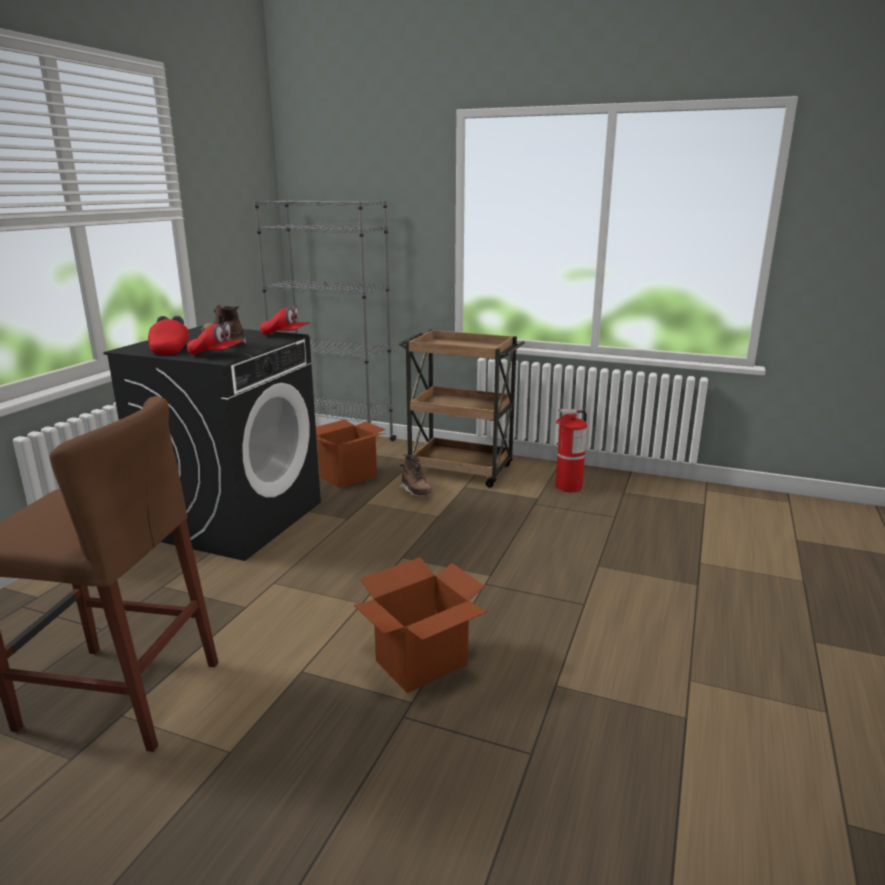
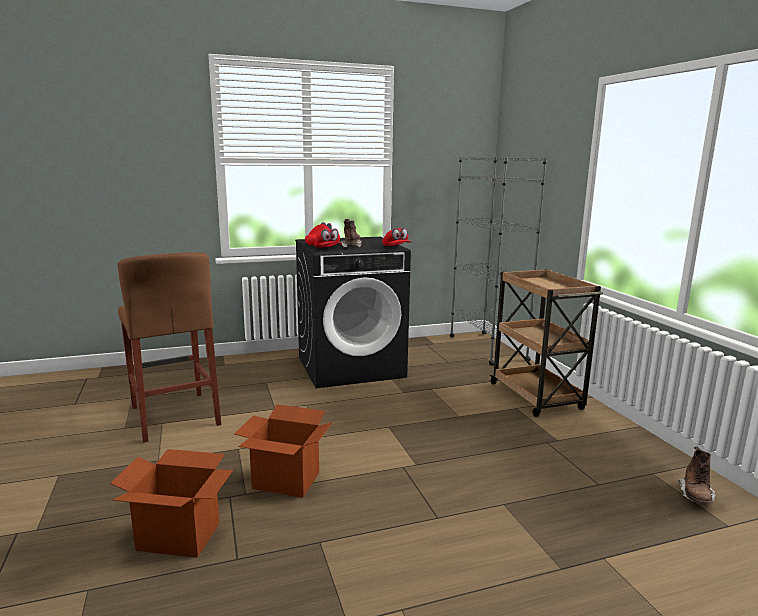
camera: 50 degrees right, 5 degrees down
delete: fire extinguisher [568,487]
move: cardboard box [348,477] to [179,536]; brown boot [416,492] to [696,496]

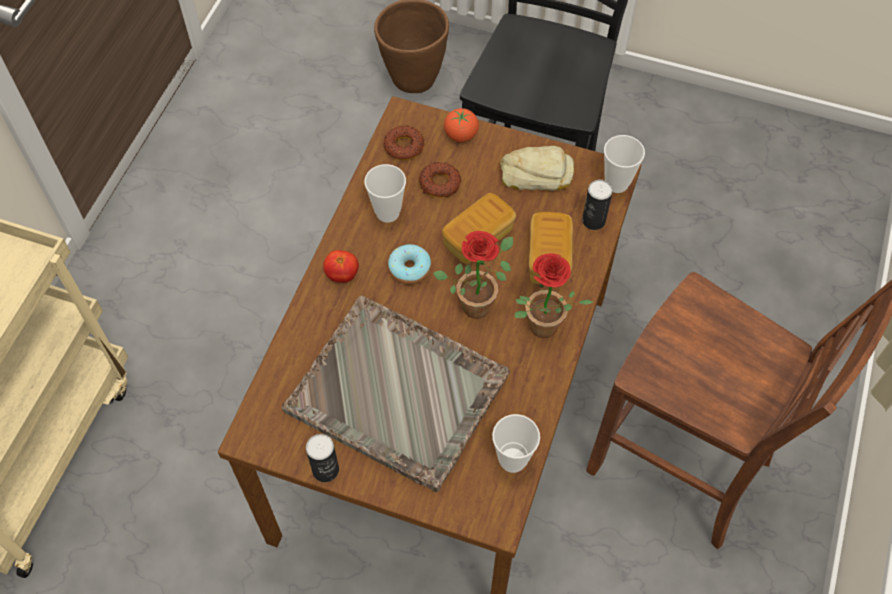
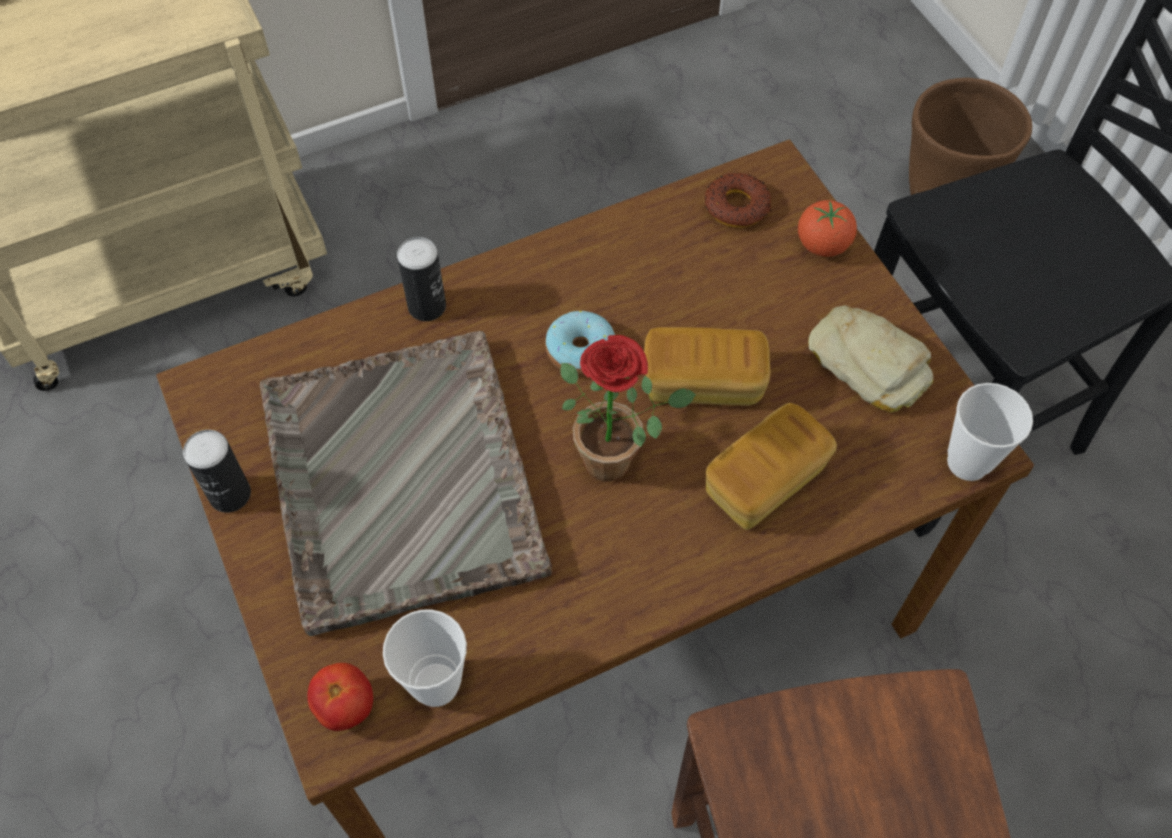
camera: 45 degrees right, 0 degrees up
delete: cup [387,213]; donut [440,183]; potted plant [541,331]
move: tomato [342,275] to [345,706]; can [593,220] to [427,306]

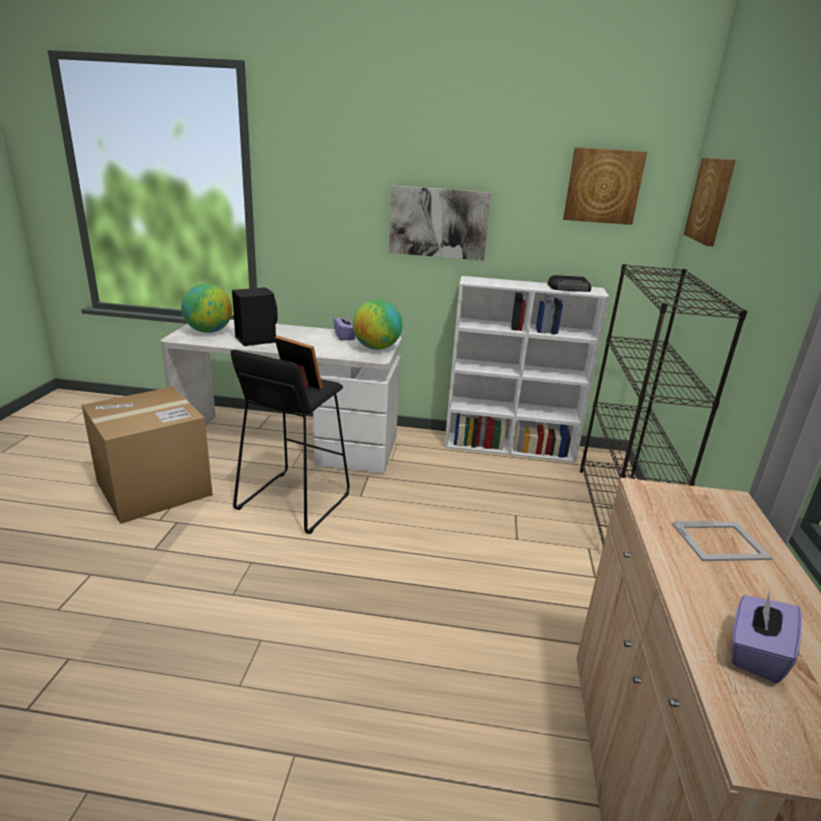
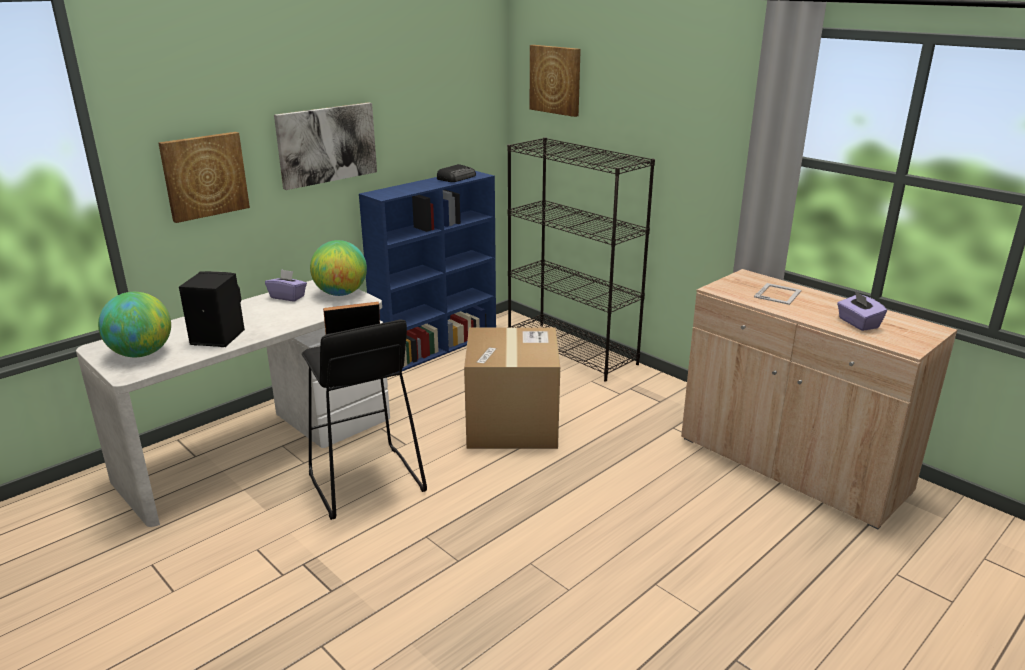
camera: 50 degrees left, 0 degrees up
move: cardboard box [154,488] to [512,424]; picture [603,186] to [204,176]
recolor: white bookcase [510,447] to blue bookcase [437,347]

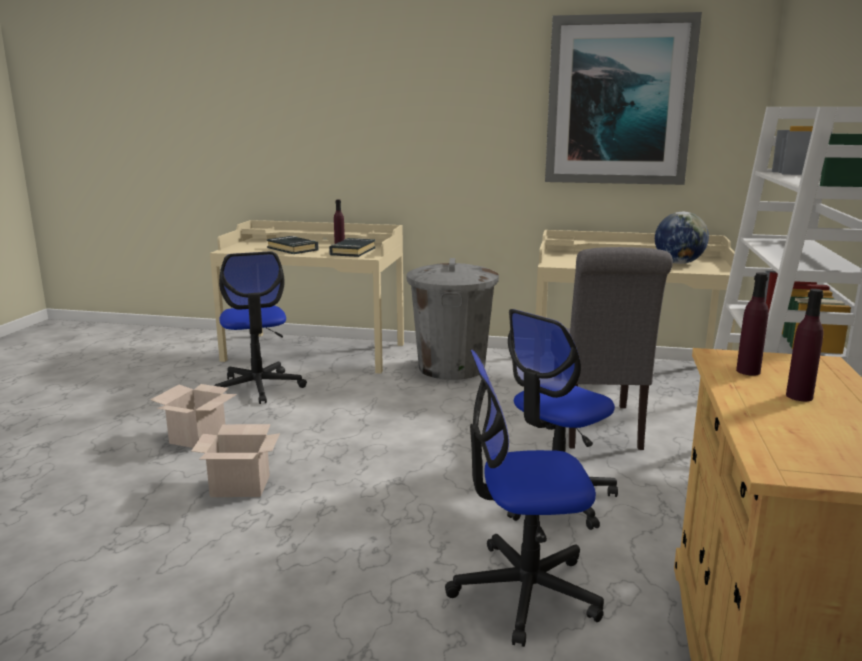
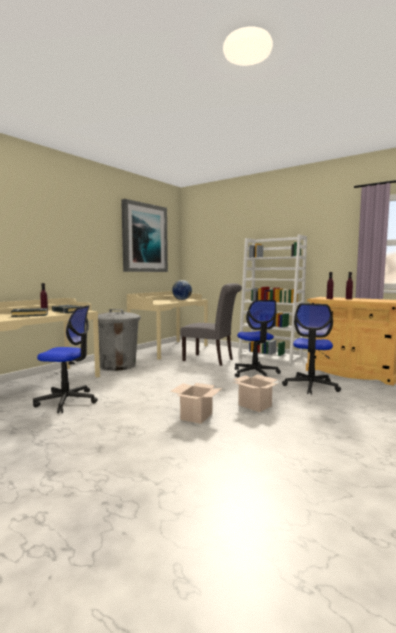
camera: 65 degrees left, 10 degrees down
move: cardboard box [198,438] to [255,405]

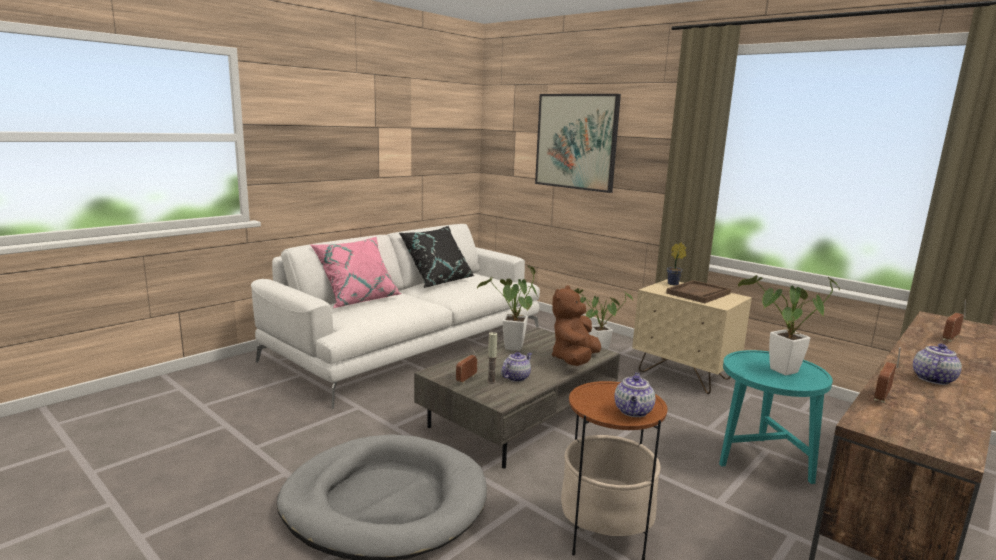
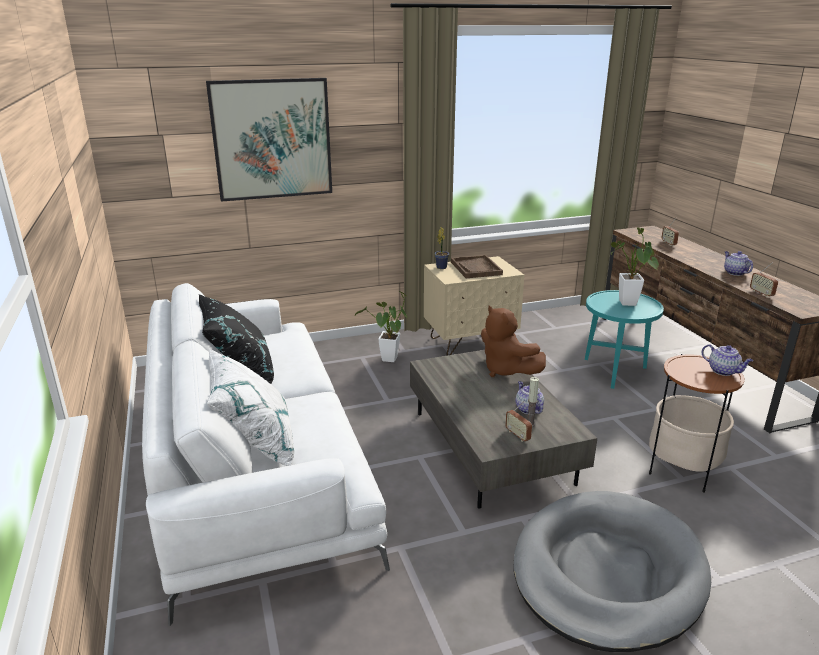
camera: 60 degrees left, 10 degrees up
delete: potted plant [512,349]
recolor: pink pillow [358,300] to white pillow [255,442]

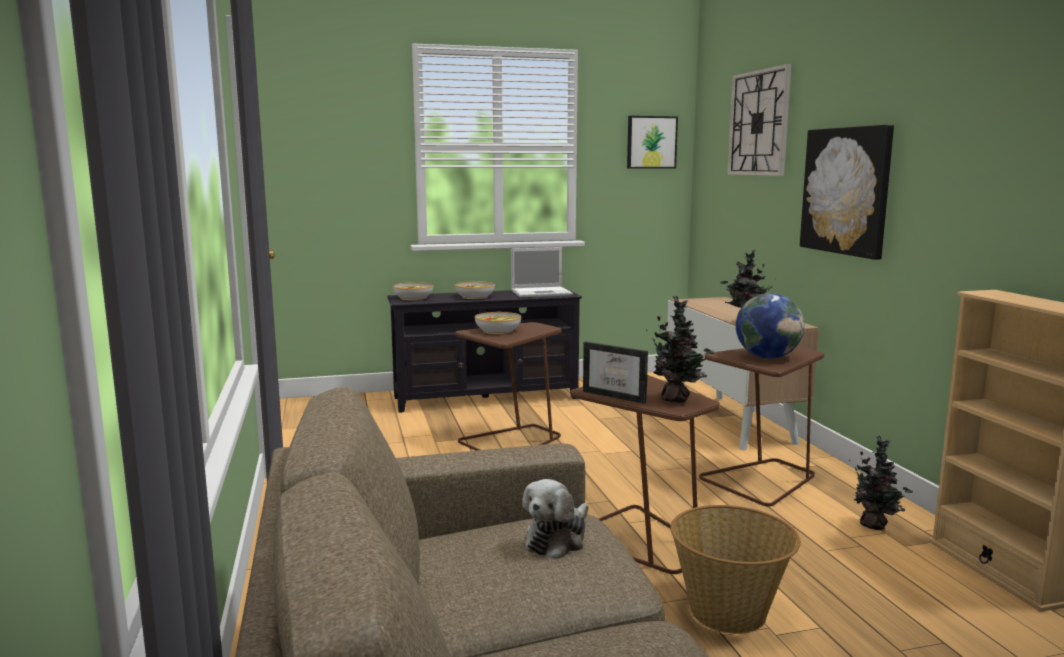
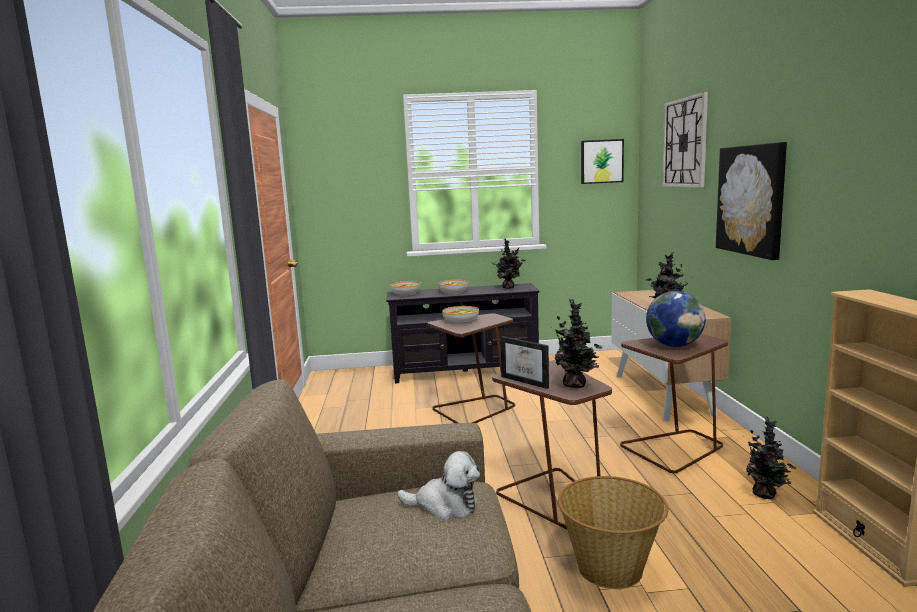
camera: 10 degrees right, 0 degrees up
replace: laptop [542,292] to potted plant [509,287]
rotate: plush toy [557,539] = [445,506] 120 degrees counterclockwise

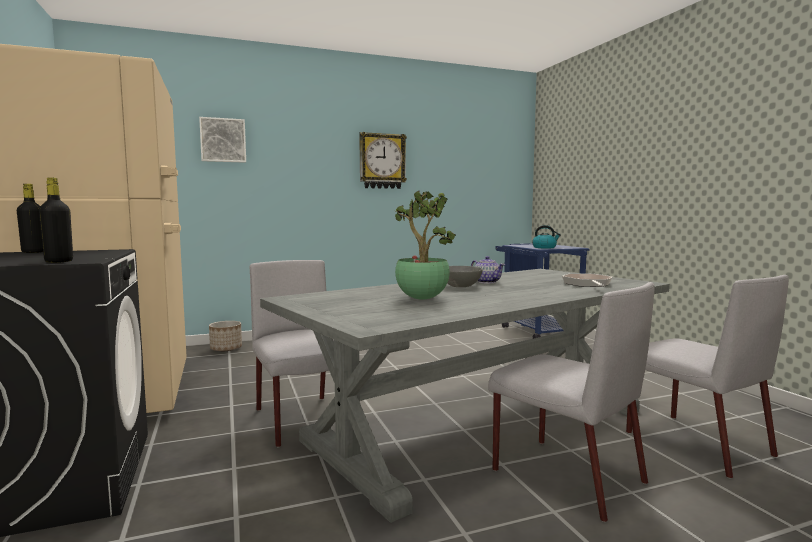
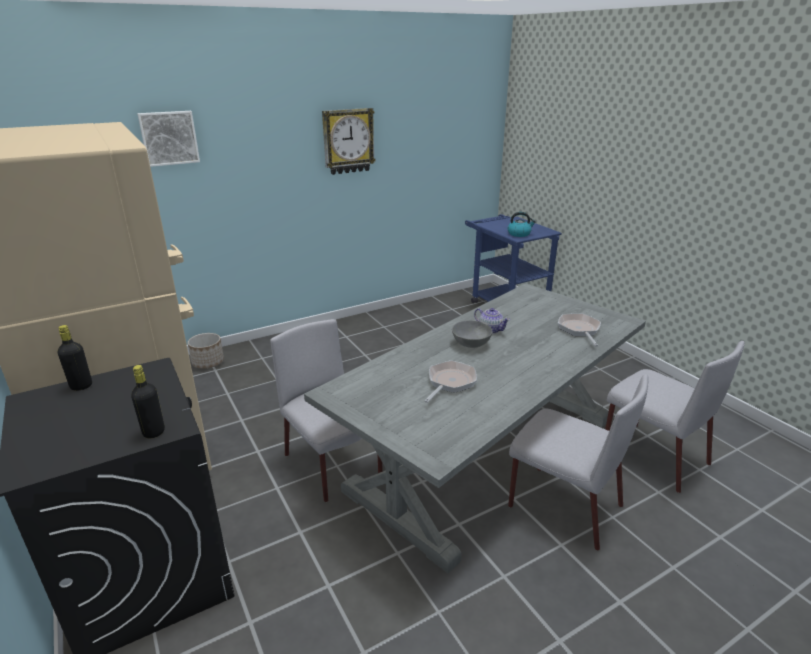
camera: 10 degrees left, 20 degrees up
replace: potted plant [420,298] to frying pan [450,382]

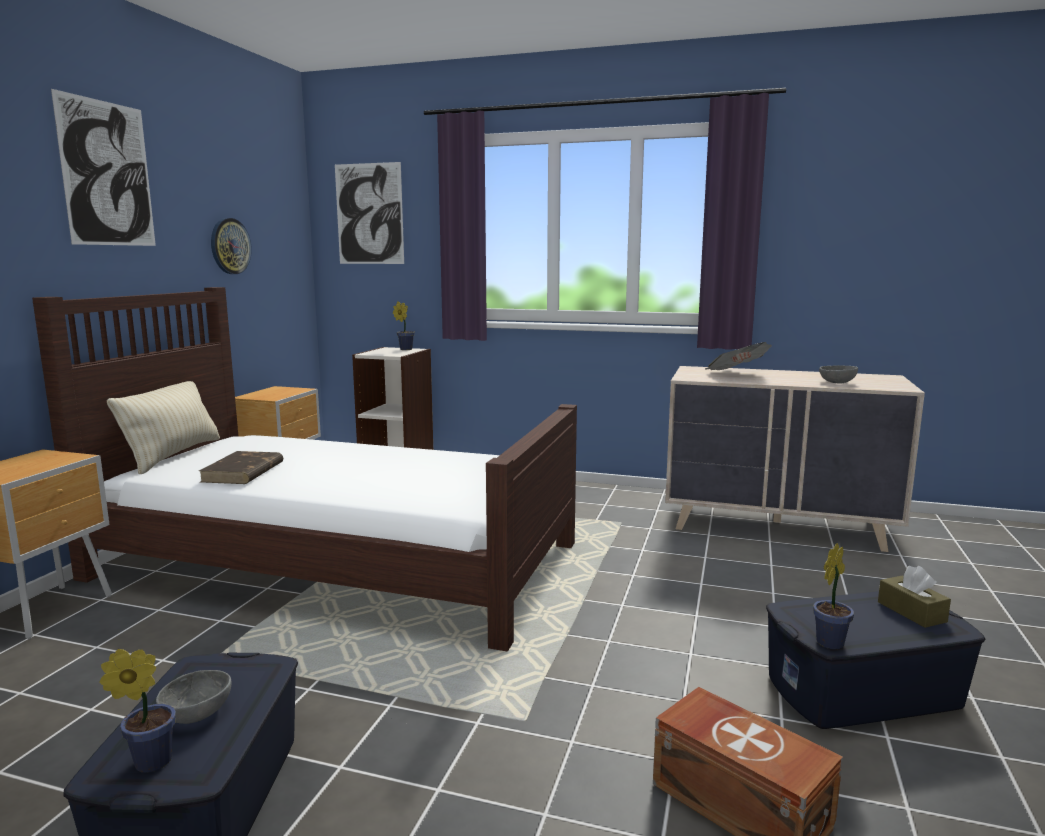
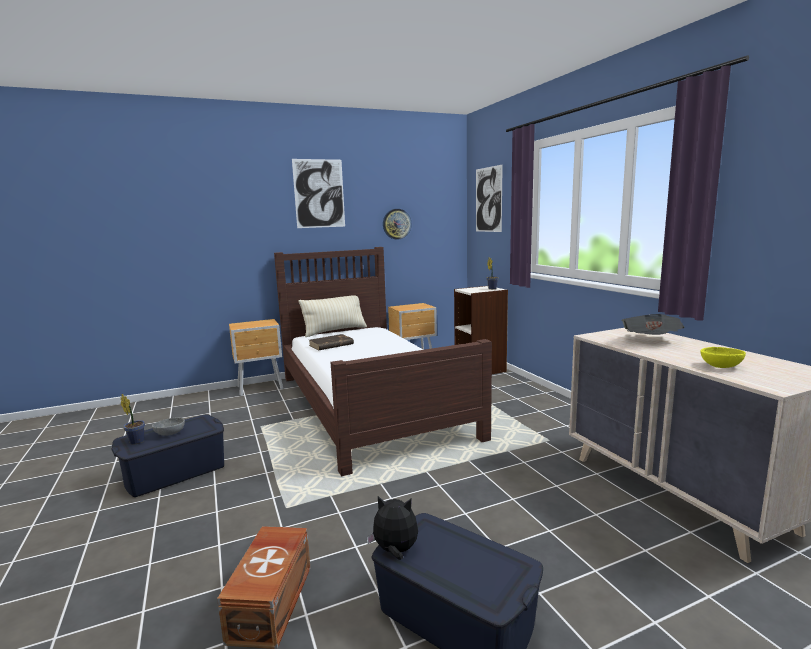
camera: 50 degrees right, 0 degrees up
delete: brown tissue box [911,612]
replace: potted plant [831,641] to plush toy [395,551]
recolor: grey bowl [836,382] to yellow bowl [719,366]

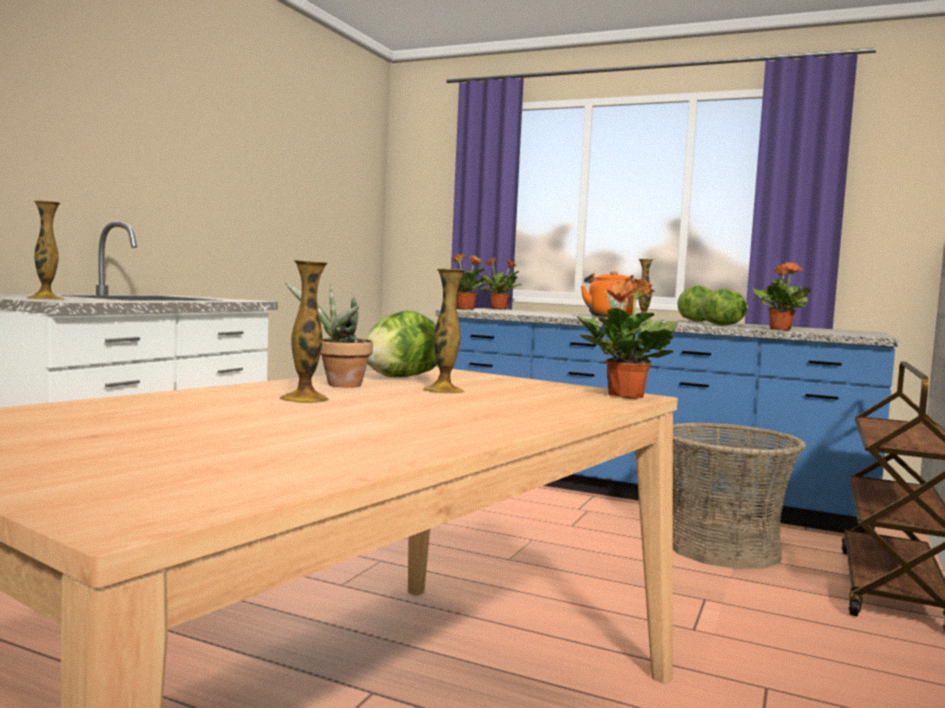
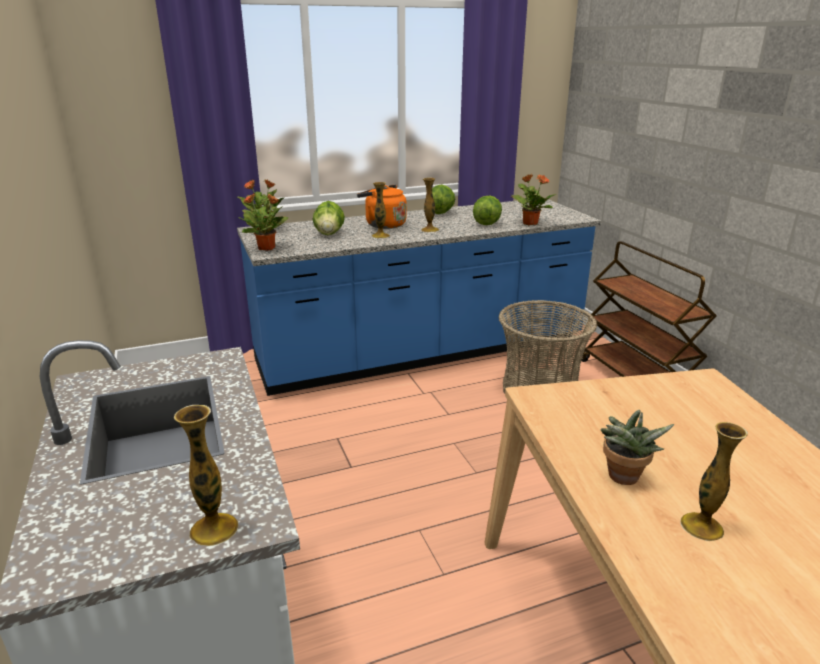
camera: 45 degrees left, 20 degrees up
delete: potted plant [624,396]
move: lettuce [400,377] to [329,234]; vase [443,391] to [380,236]

